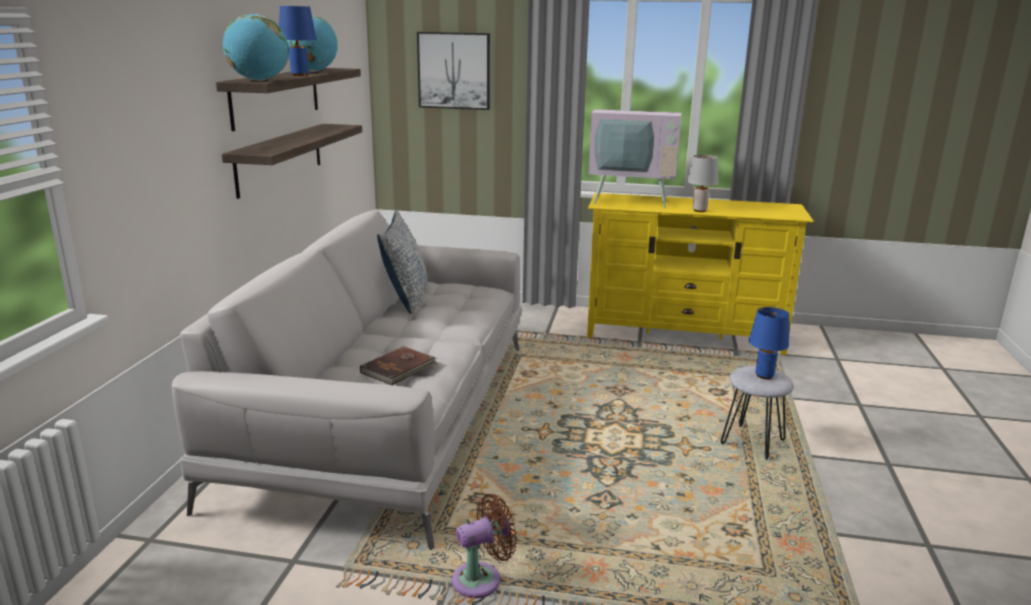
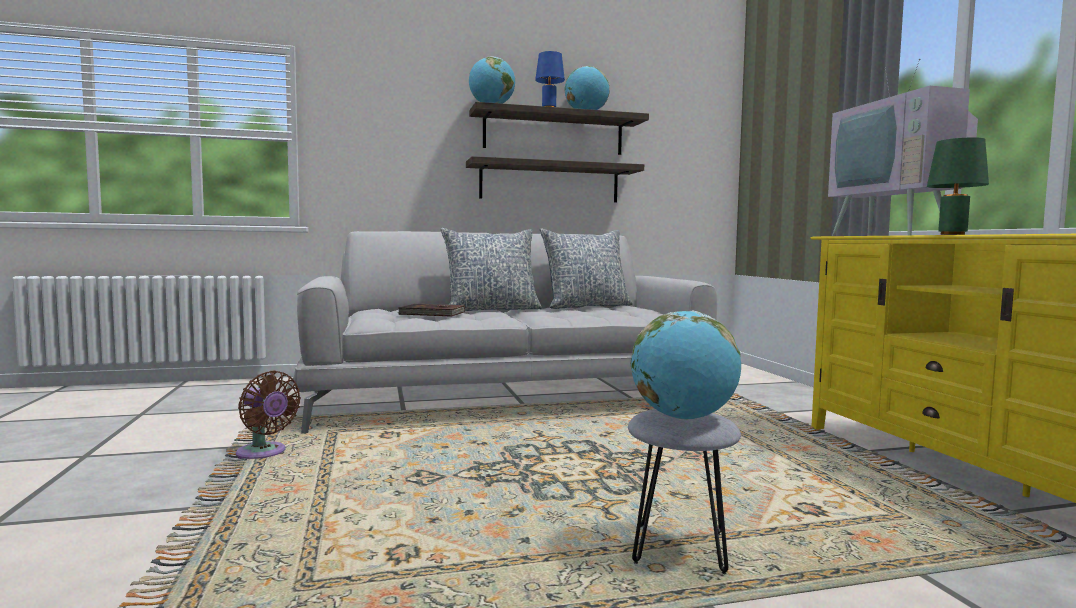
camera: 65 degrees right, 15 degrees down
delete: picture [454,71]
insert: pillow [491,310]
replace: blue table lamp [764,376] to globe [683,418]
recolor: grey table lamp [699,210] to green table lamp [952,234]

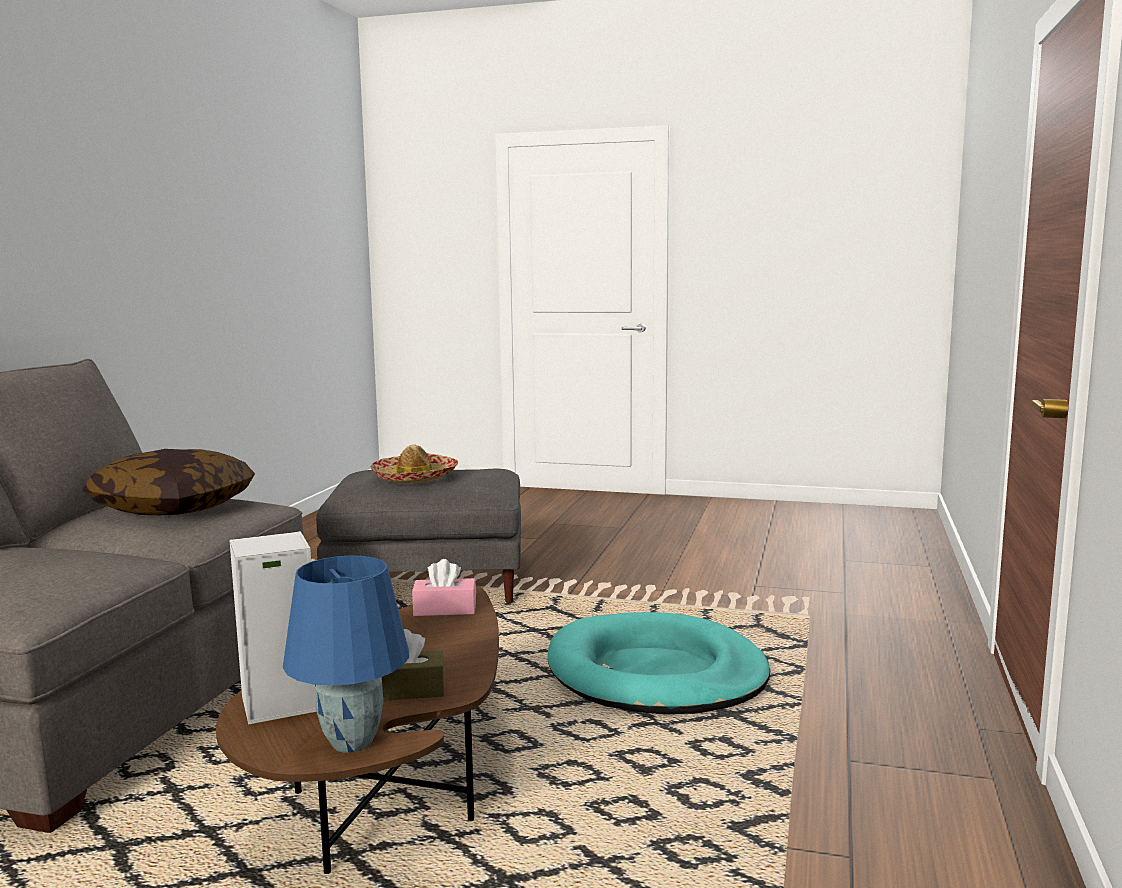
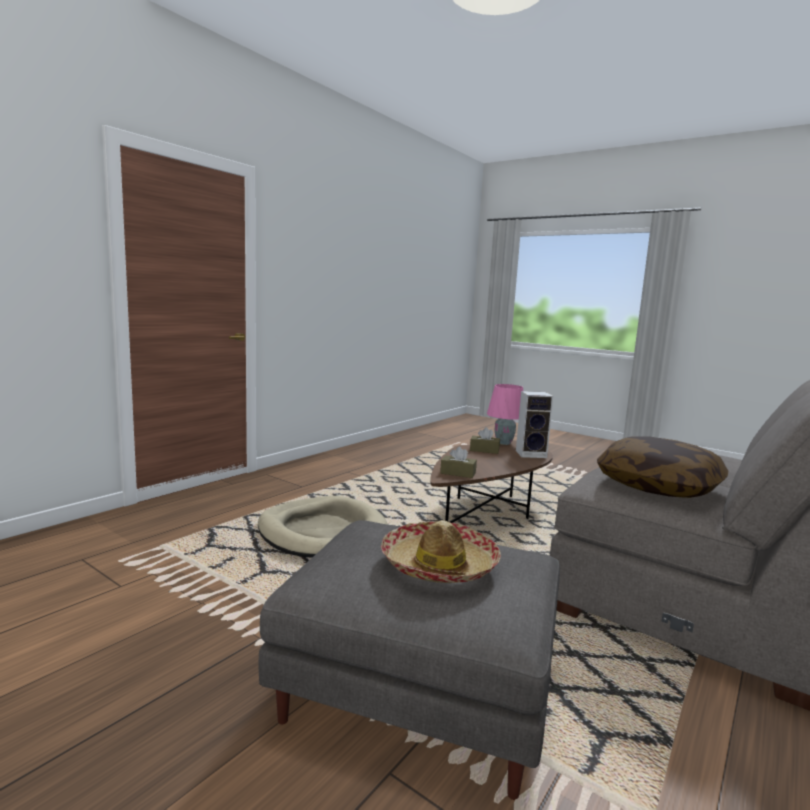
camera: 160 degrees left, 0 degrees up
recolor: blue table lamp [350,743] to pink table lamp [504,443]; pink tissue box [445,609] to brown tissue box [458,473]; turquoise dog bed [656,673] to beige dog bed [322,532]

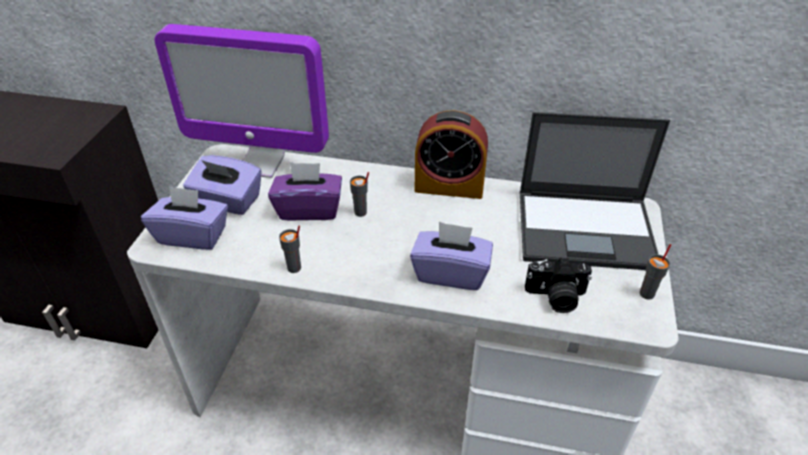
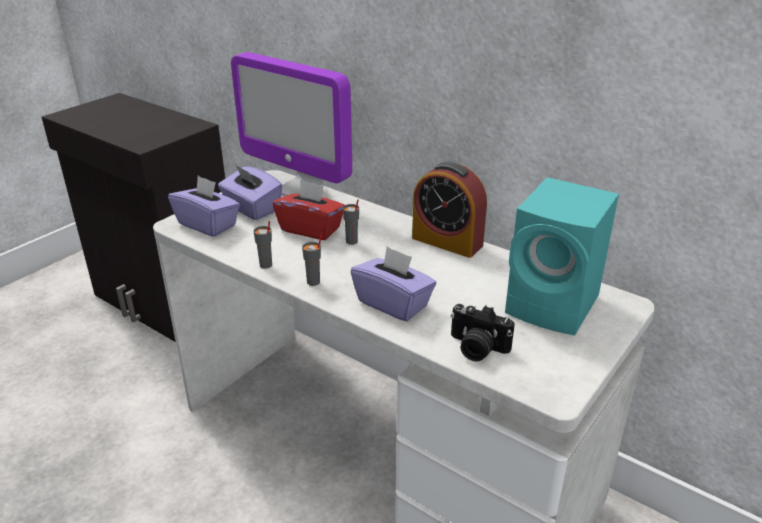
camera: 25 degrees right, 10 degrees down
move: grey cup [647,294] to [314,282]
replace: laptop [587,230] to turquoise speaker [555,306]
recolor: purple tissue box [309,209] to red tissue box [311,229]

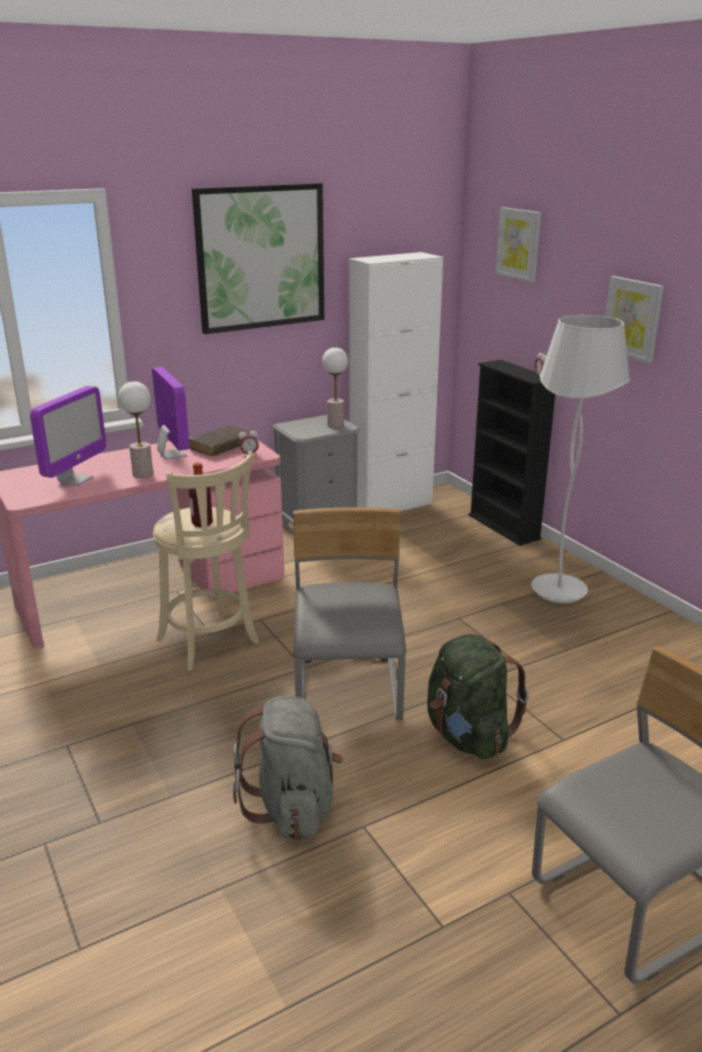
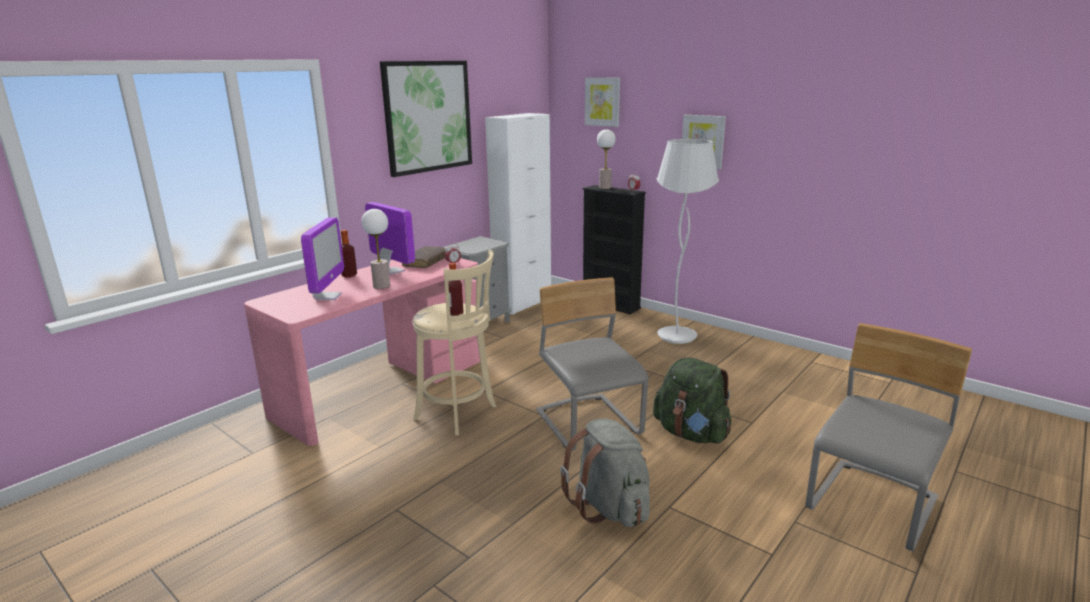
camera: 20 degrees left, 5 degrees down
insert: bottle [349,275]
move: table lamp [336,425] to [605,188]

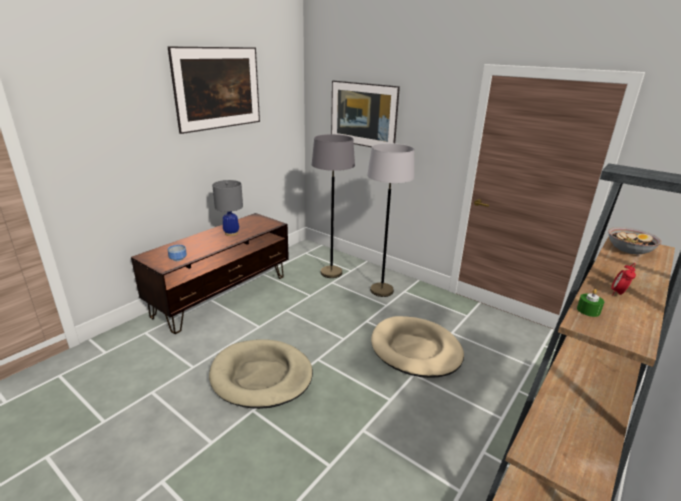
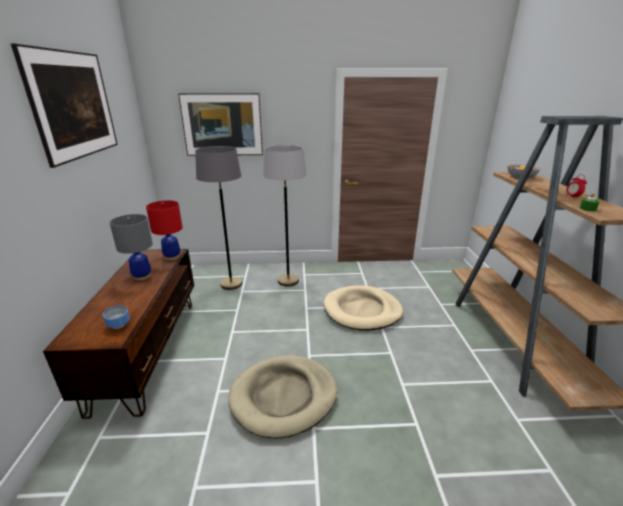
camera: 40 degrees left, 0 degrees up
insert: red table lamp [172,257]

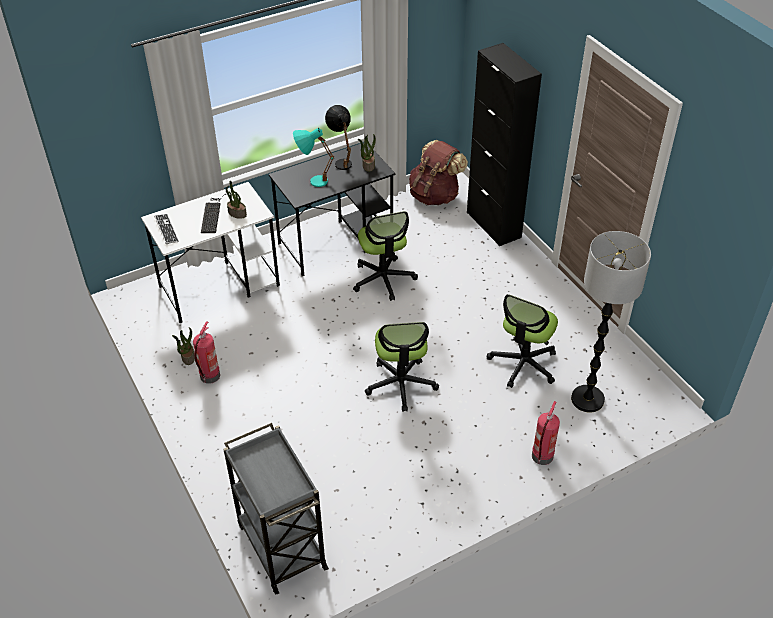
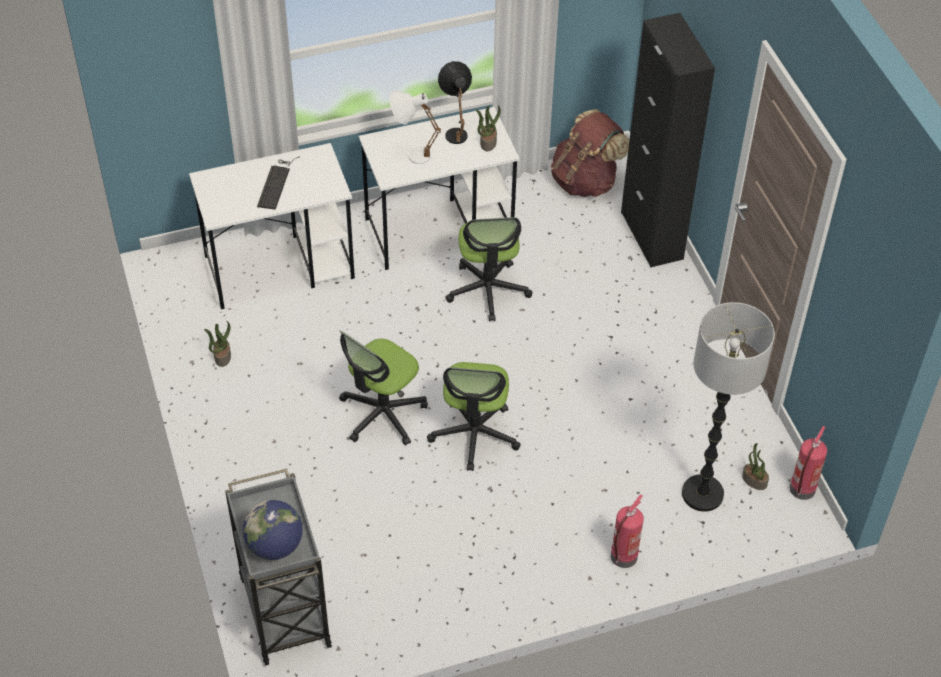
camera: 10 degrees right, 5 degrees up
delete: keyboard [166,229]
insert: globe [275,546]
move: fire extinguisher [210,376] to [802,490]; potted plant [237,213] to [753,480]; office chair [523,364] to [382,414]
recolor: black desk [336,242] to white desk [440,229]; turquoise table lamp [312,181] to white table lamp [411,154]

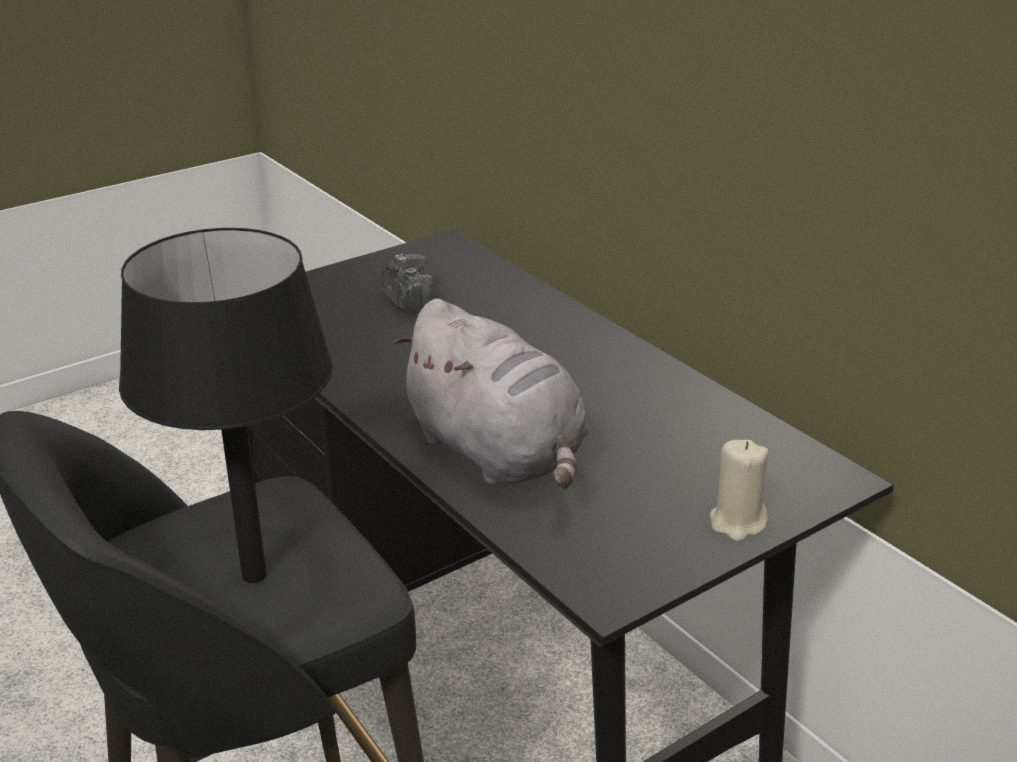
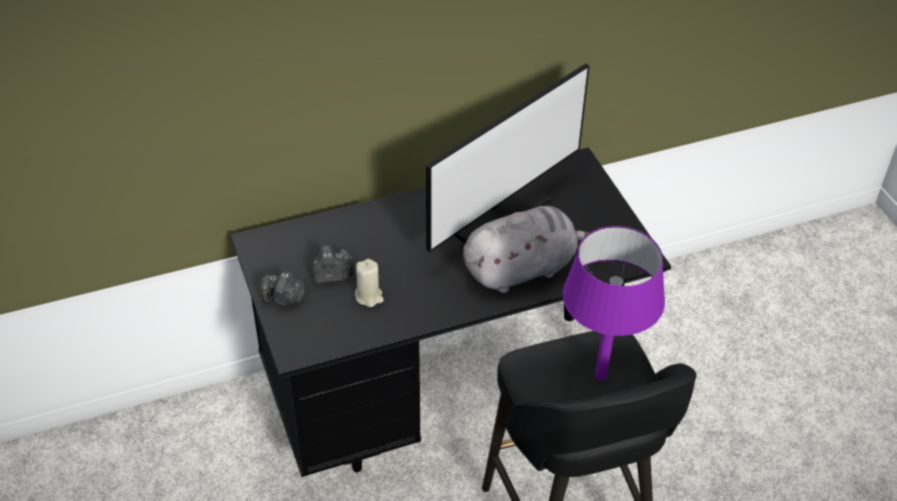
camera: 75 degrees left, 15 degrees up
insert: photo camera [283,298]; monitor [497,213]
move: beige candle [737,523] to [369,296]
recolor: black table lamp [254,576] to purple table lamp [601,376]

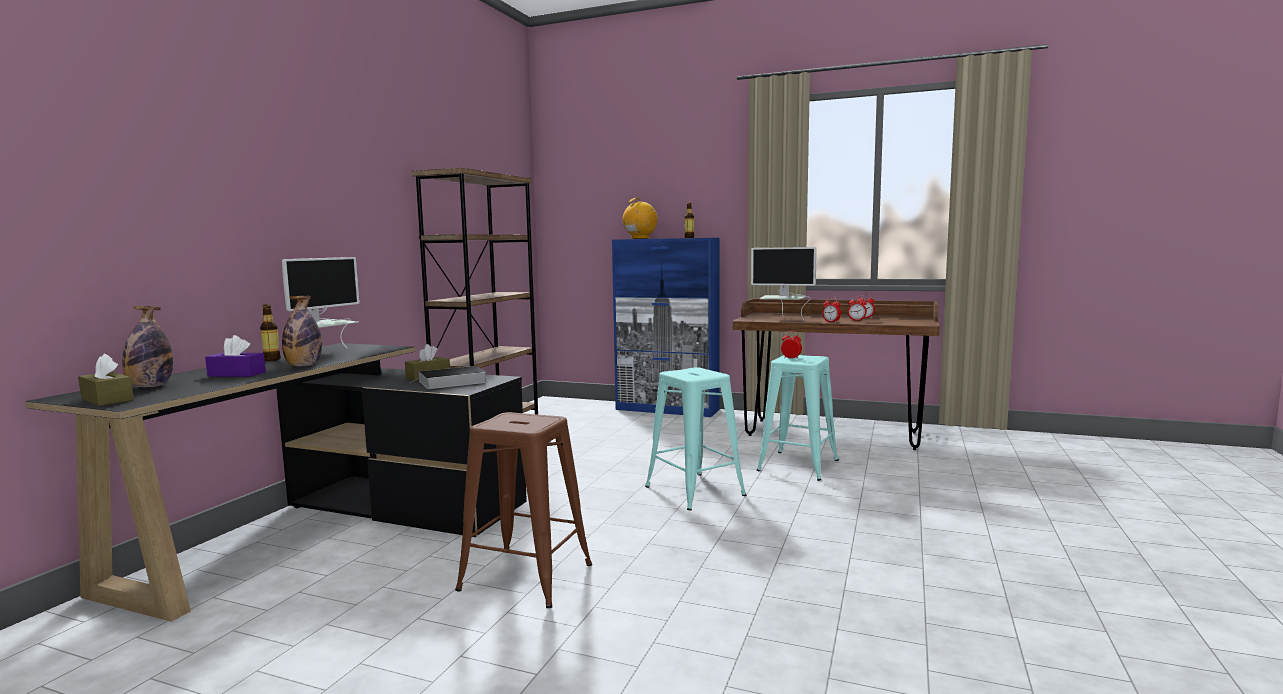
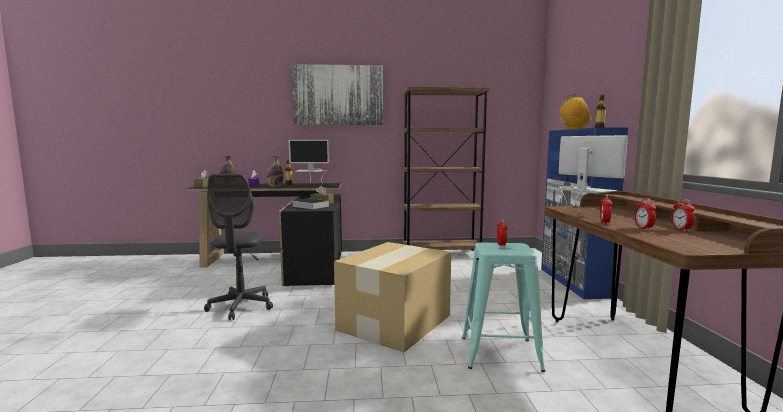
camera: 65 degrees right, 0 degrees up
insert: picture [338,95]
replace: brown stool [526,577] to grey office chair [241,306]; turquoise stool [694,491] to cardboard box [393,323]
rotate: monitor [783,320] = [583,213] 150 degrees clockwise

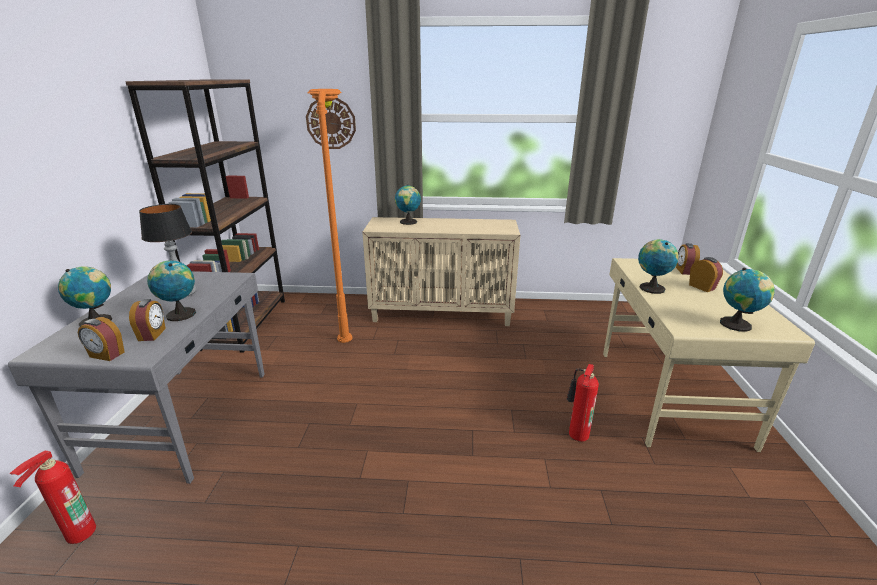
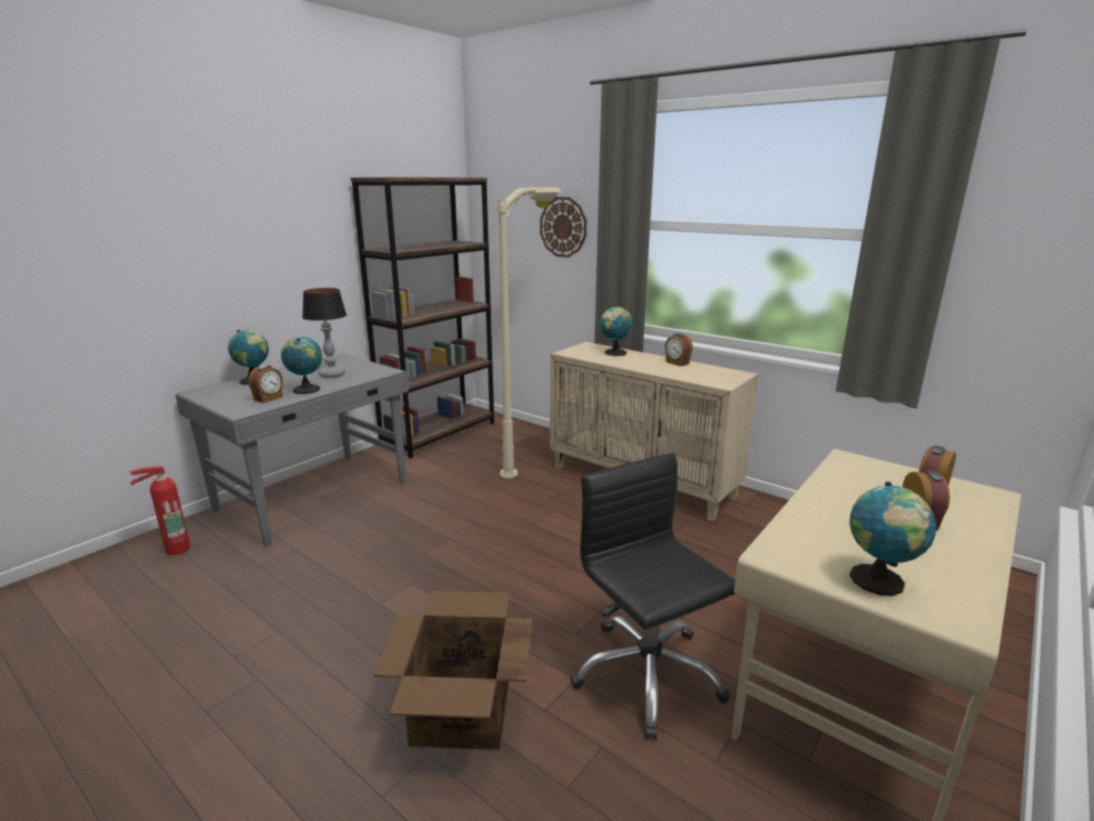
camera: 35 degrees right, 5 degrees down
delete: globe [650,287]
insert: cardboard box [460,713]
move: alarm clock [106,355] to [677,363]
replace: fire extinguisher [576,435] to black office chair [647,674]
recolor: orange floor lamp [345,316] to beige floor lamp [534,453]

